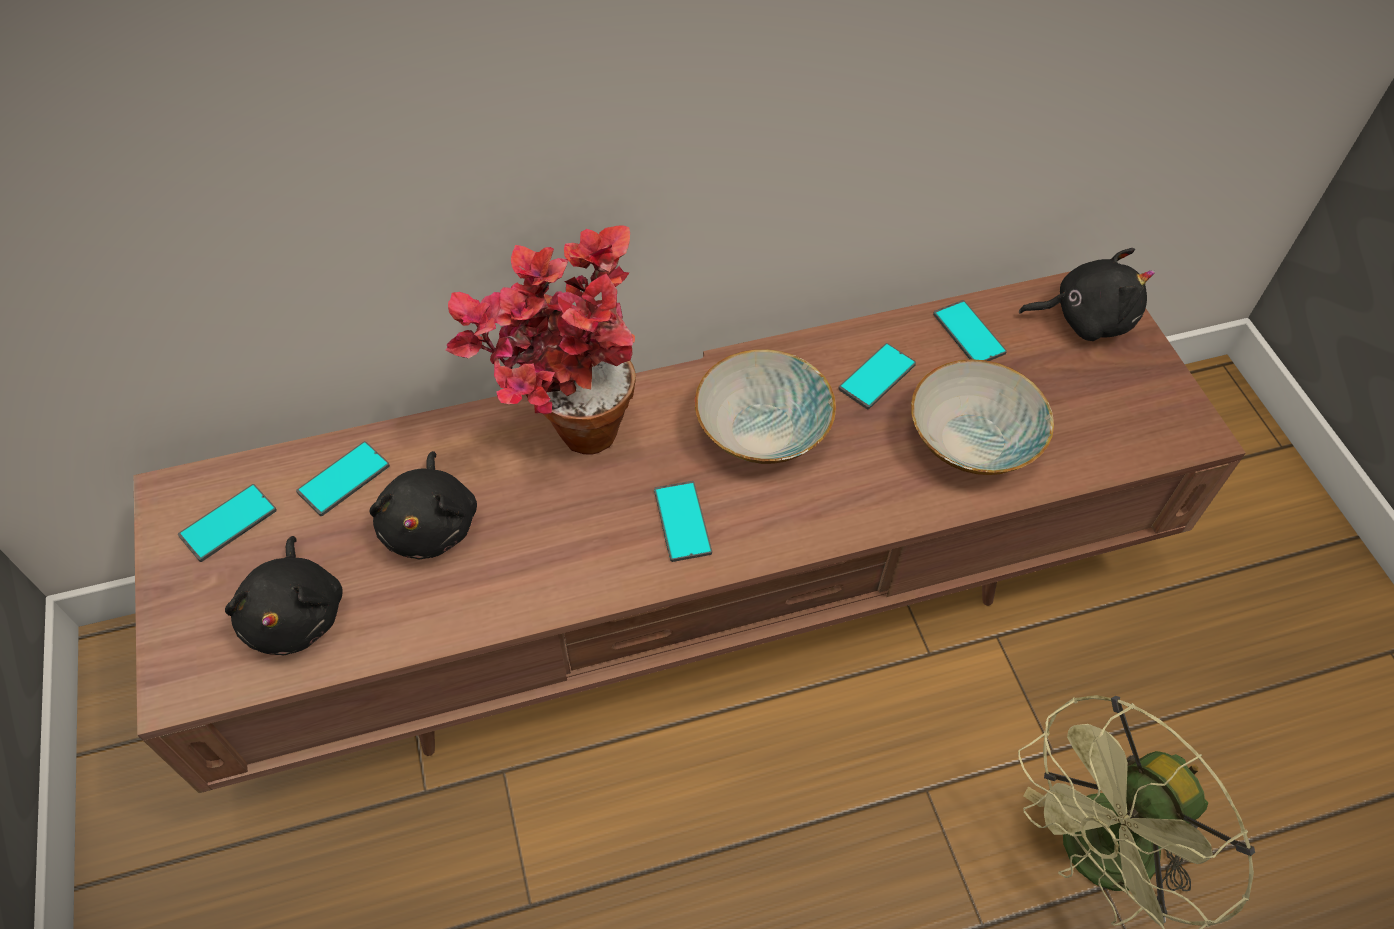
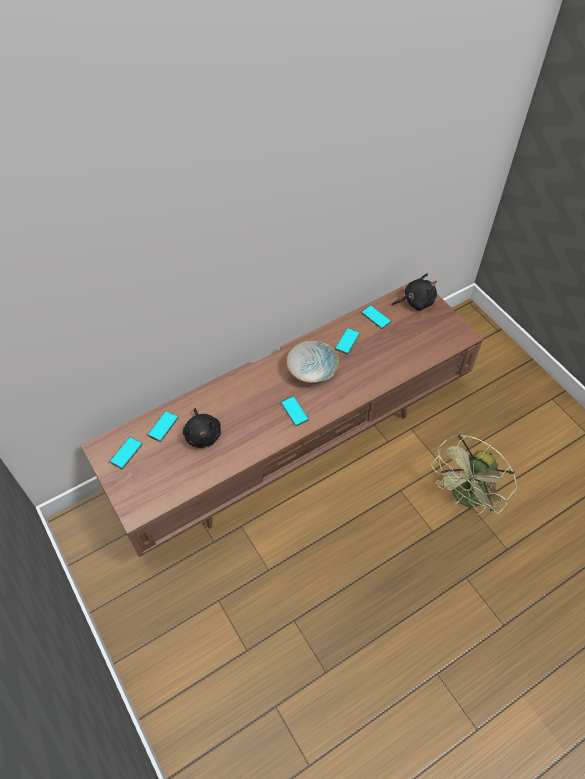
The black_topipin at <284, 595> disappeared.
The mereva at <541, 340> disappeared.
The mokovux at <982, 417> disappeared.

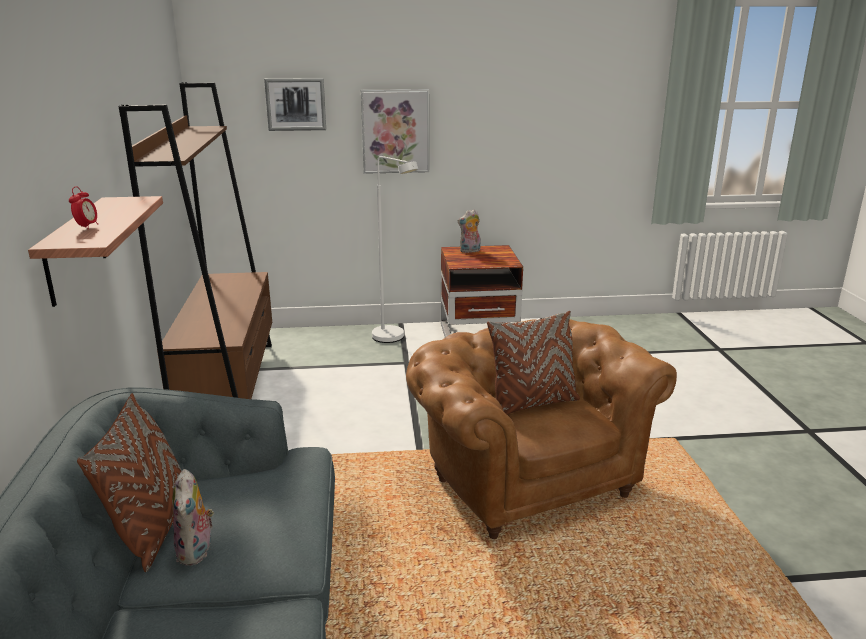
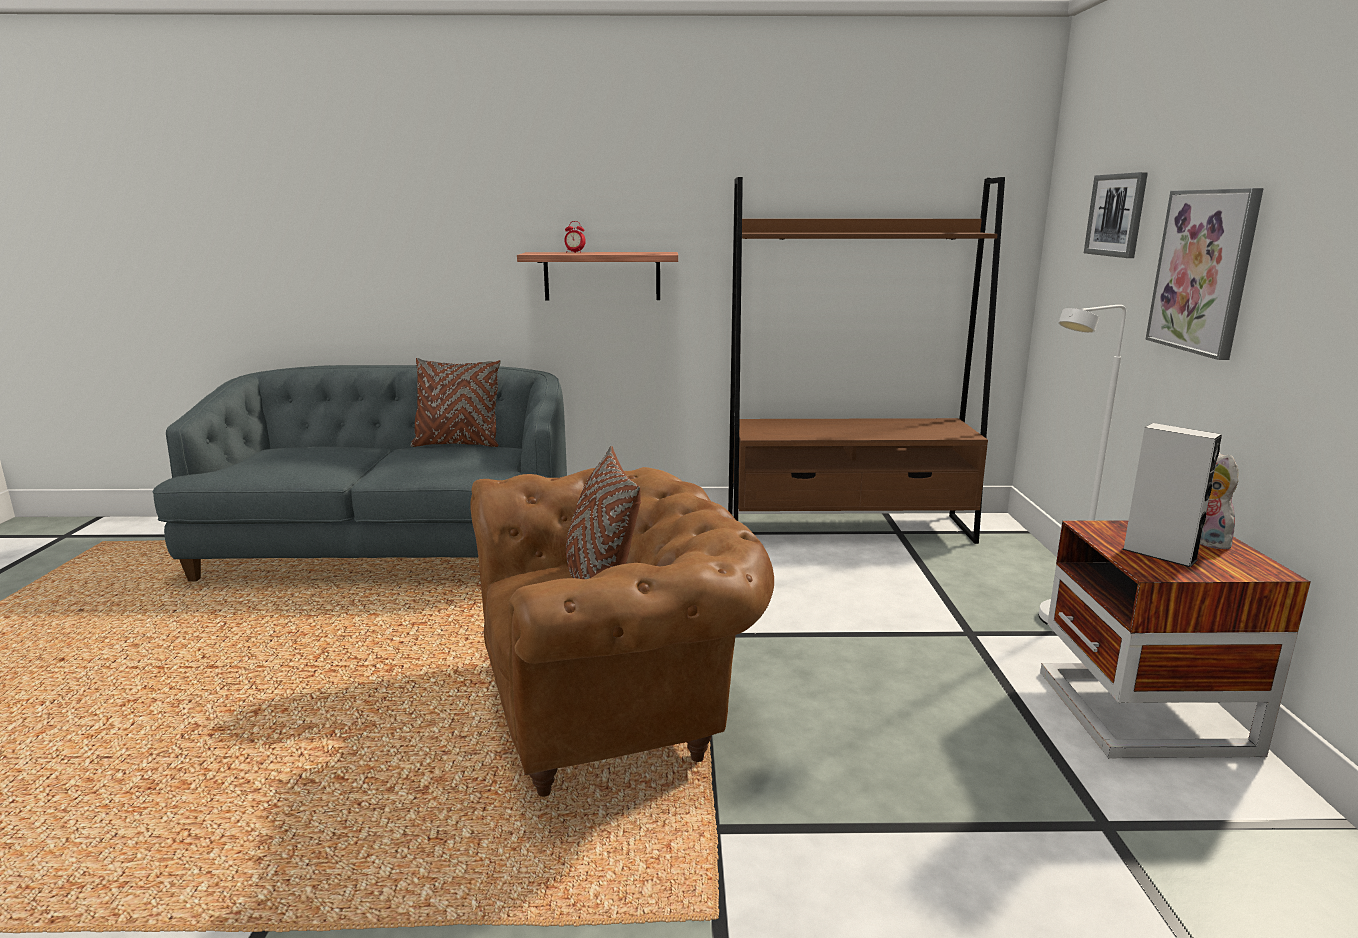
The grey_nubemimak at <1172, 495> appeared.
The topipin at <193, 517> disappeared.

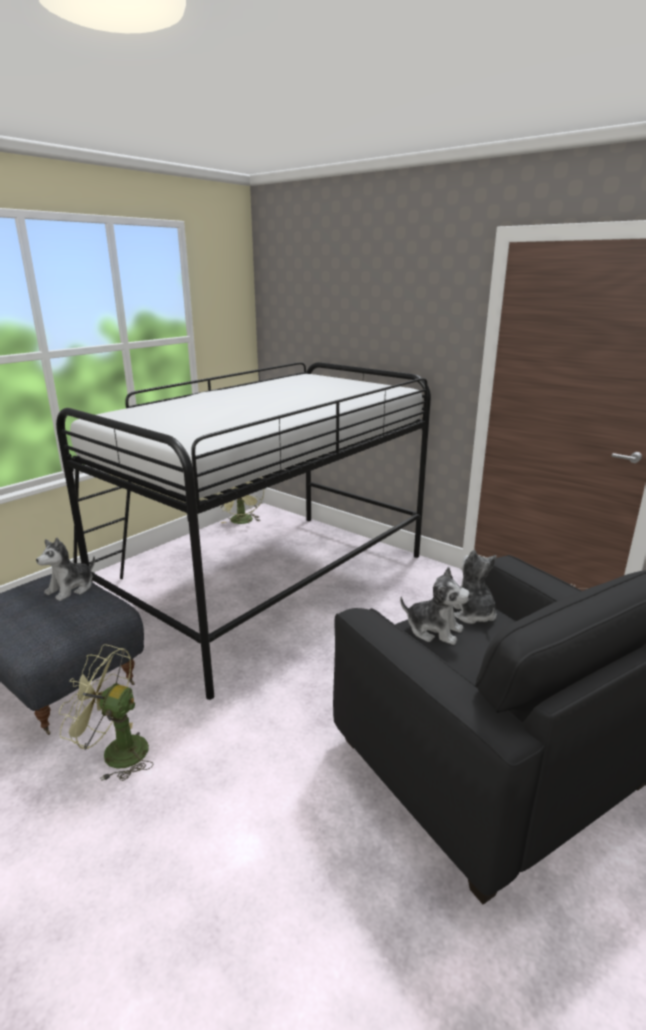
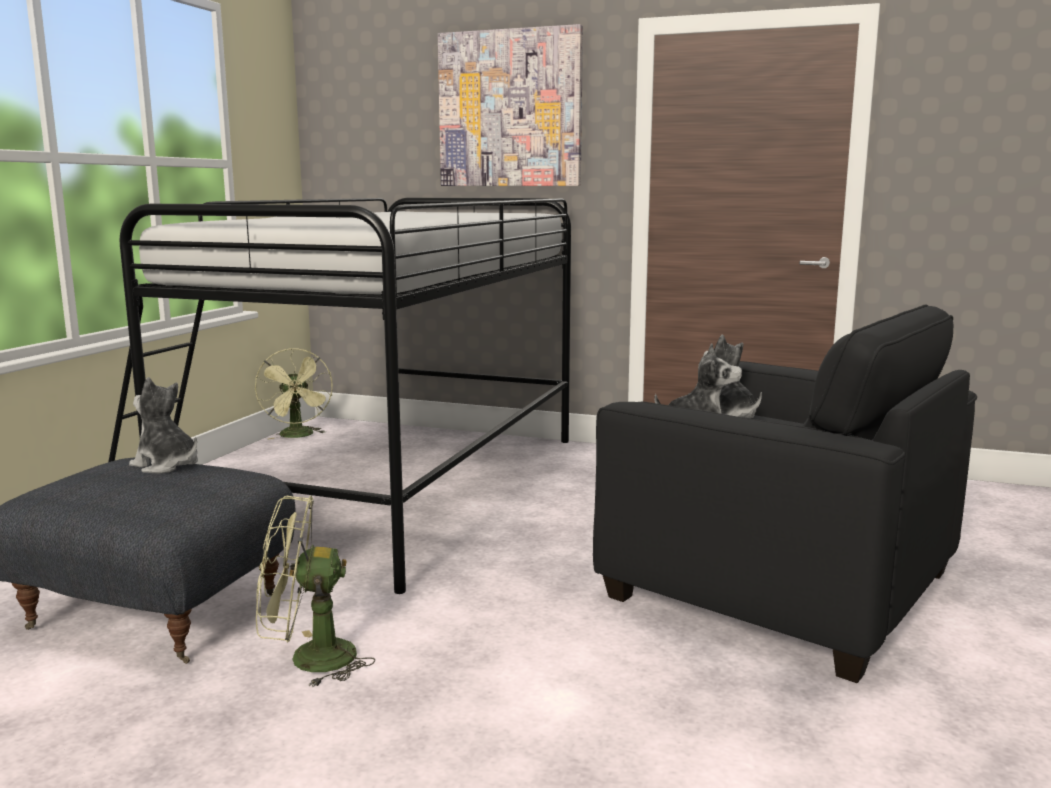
The topipin at <65, 569> turned 105 degrees clockwise.
The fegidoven at <510, 105> appeared.

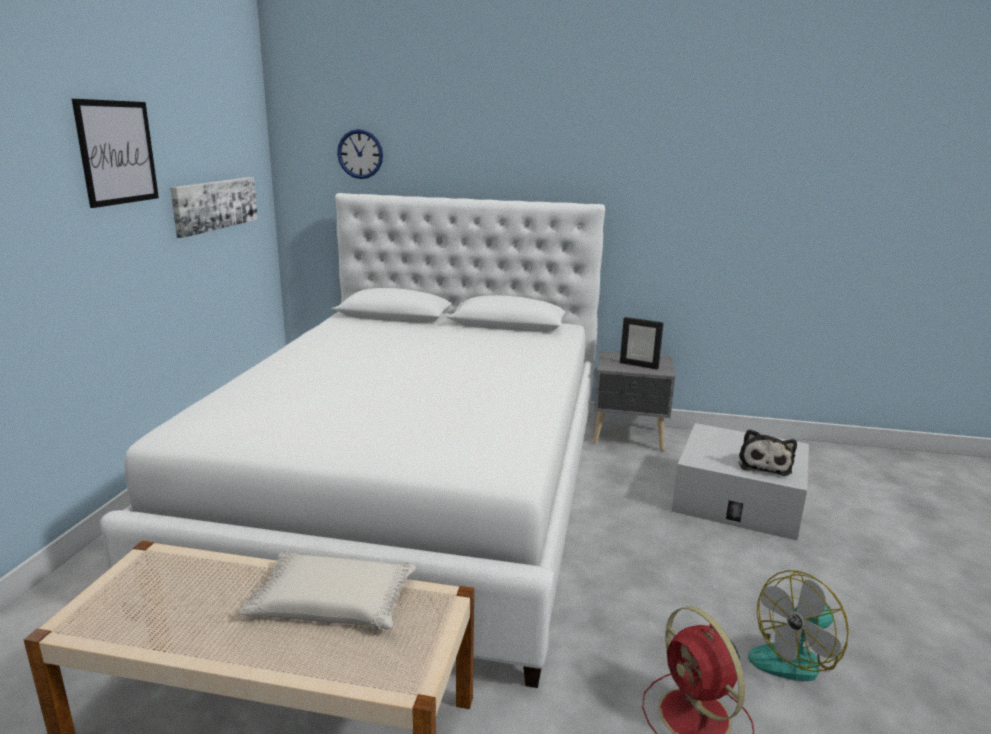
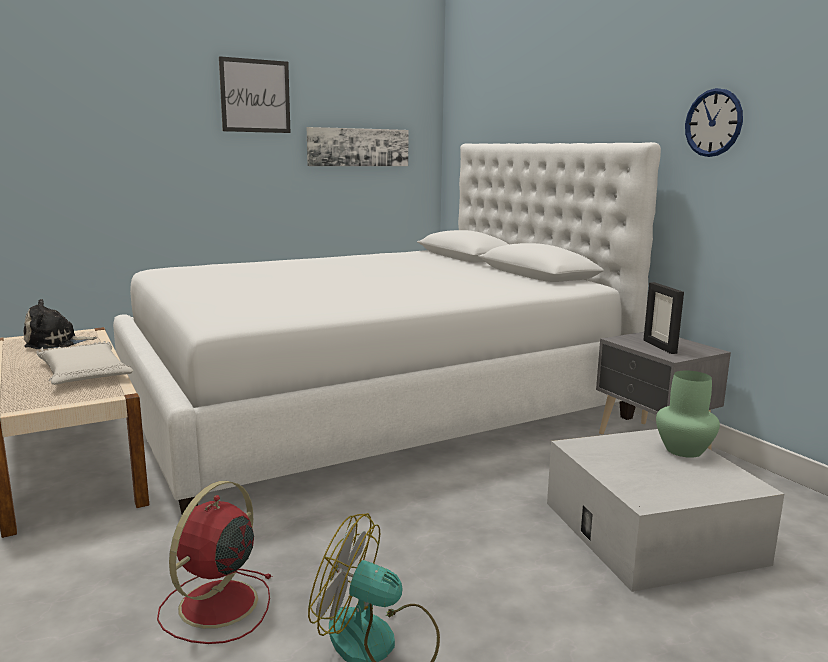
The topipin moved from <767, 452> to <60, 324>.
The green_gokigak at <688, 414> appeared.
The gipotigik moved from <360, 154> to <714, 122>.

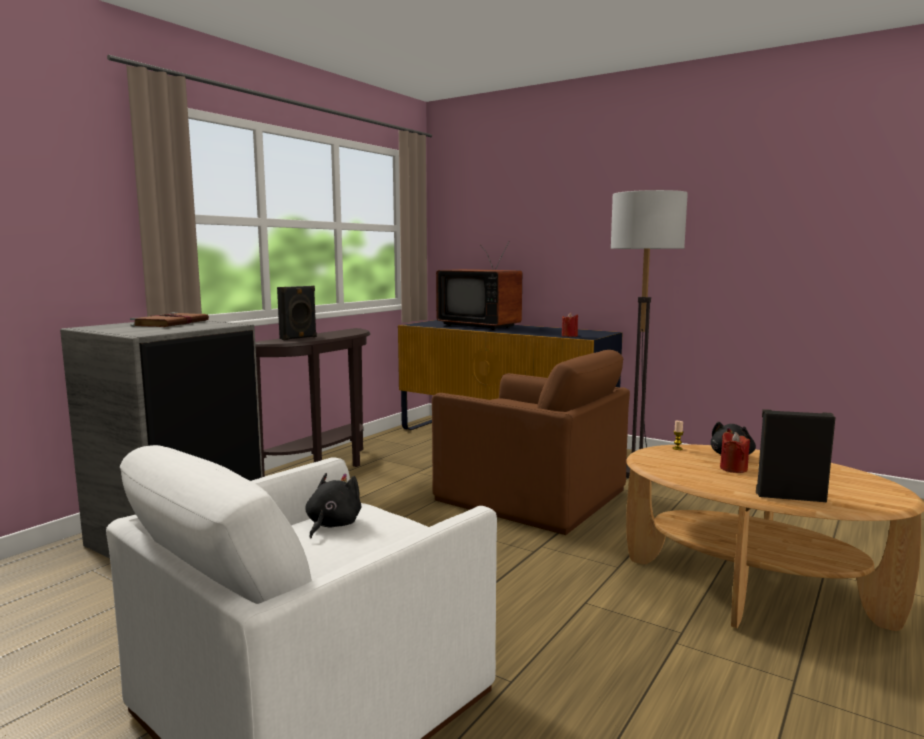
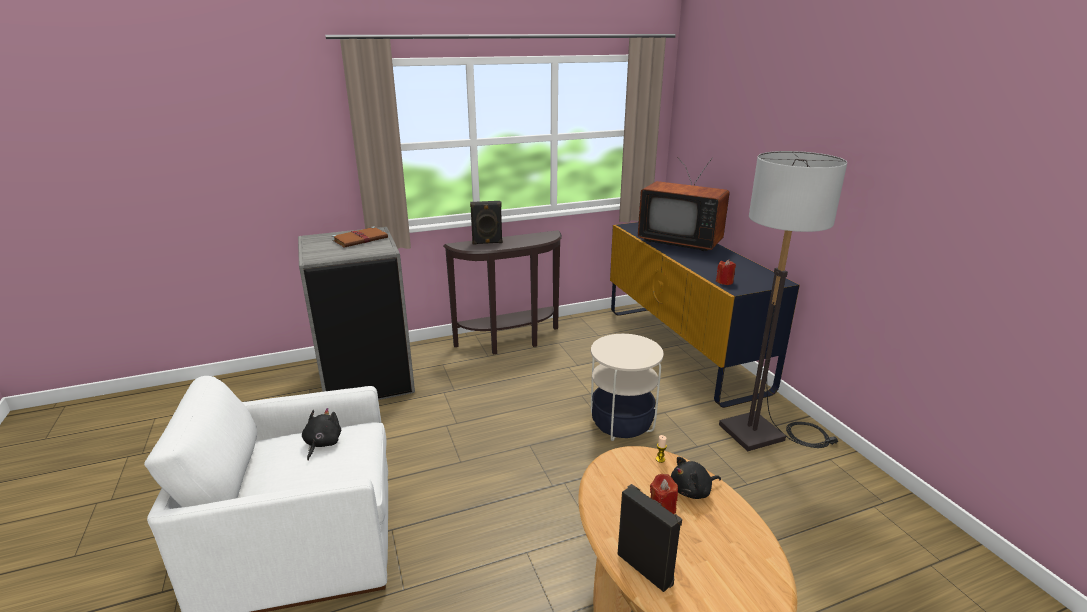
The black_topipin at <333, 506> turned 45 degrees counterclockwise.
The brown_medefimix at <531, 442> was replaced by the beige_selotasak at <627, 387>.
The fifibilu at <479, 286> turned 45 degrees counterclockwise.

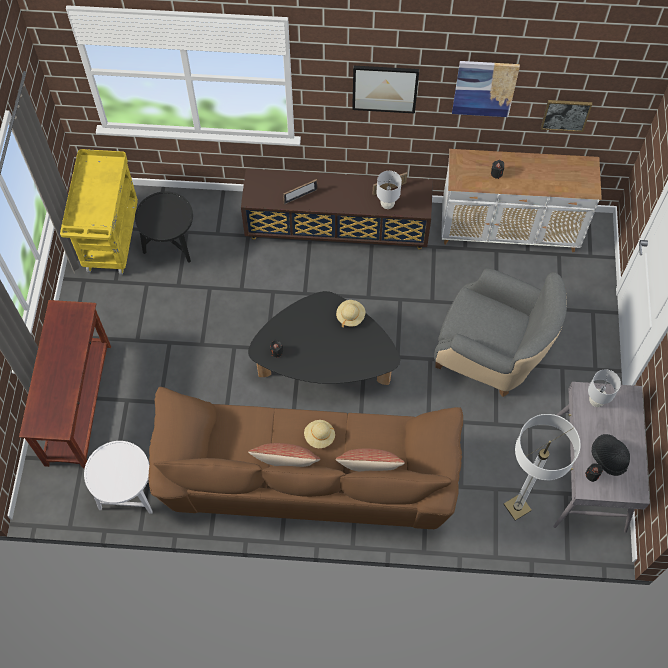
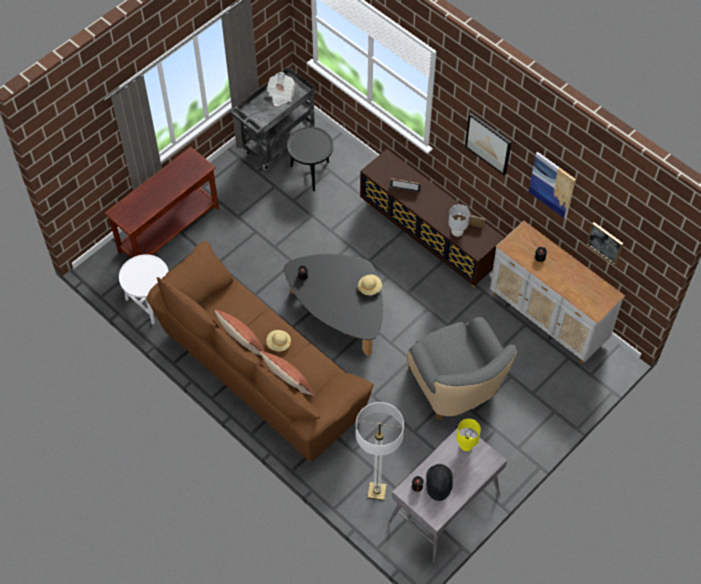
The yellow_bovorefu at <99, 212> became the black_bovorefu at <272, 118>.
The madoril at <281, 89> appeared.
The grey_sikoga at <604, 388> became the yellow_sikoga at <468, 435>.

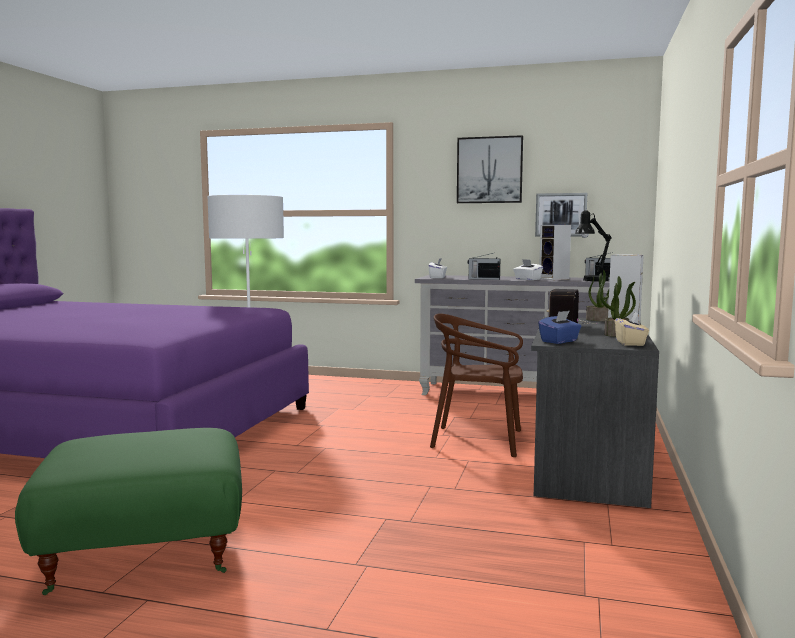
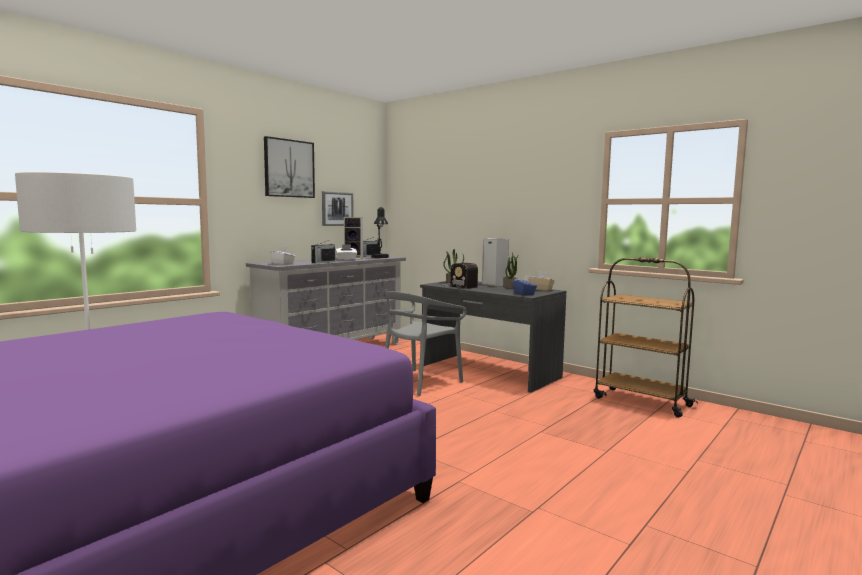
The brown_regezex at <476, 385> became the grey_regezex at <426, 343>.
The brown_bovorefu at <646, 337> appeared.
The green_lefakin at <128, 511> disappeared.

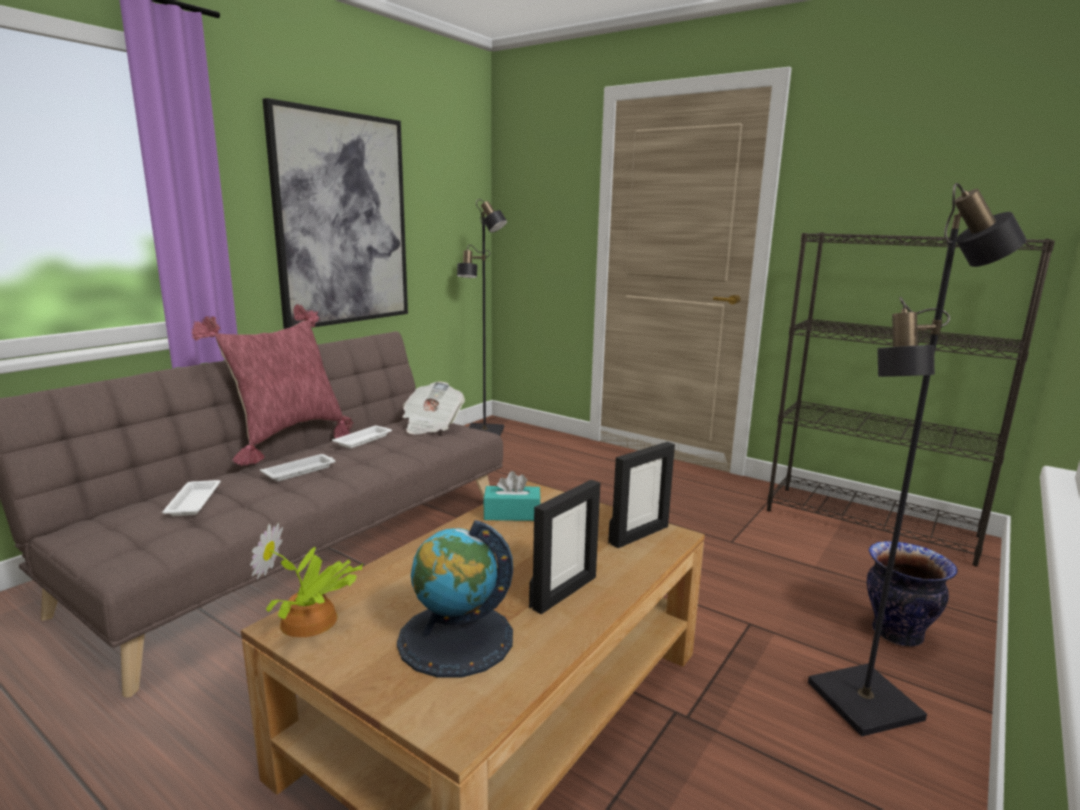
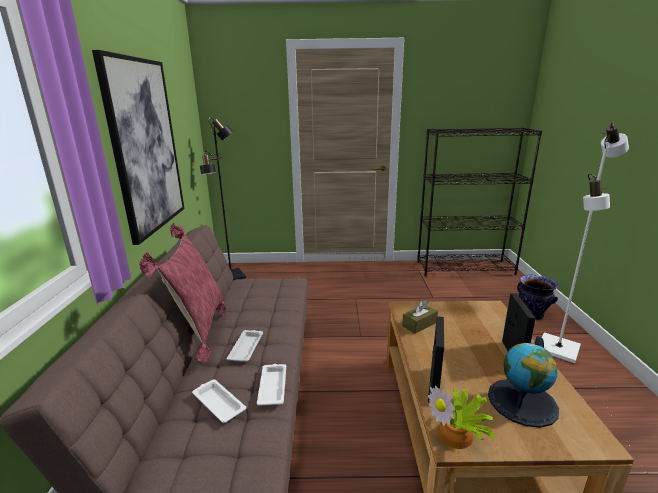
The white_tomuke moved from <362, 437> to <271, 385>.
The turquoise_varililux at <512, 496> became the brown_varililux at <420, 317>.
The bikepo moved from <641, 495> to <436, 359>.
The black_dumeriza at <917, 459> became the white_dumeriza at <585, 243>.
The madoril at <434, 408> disappeared.

